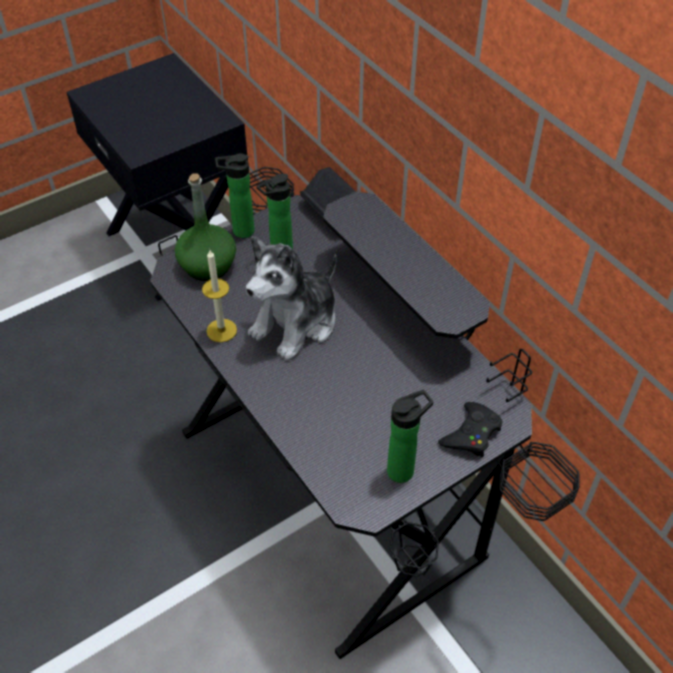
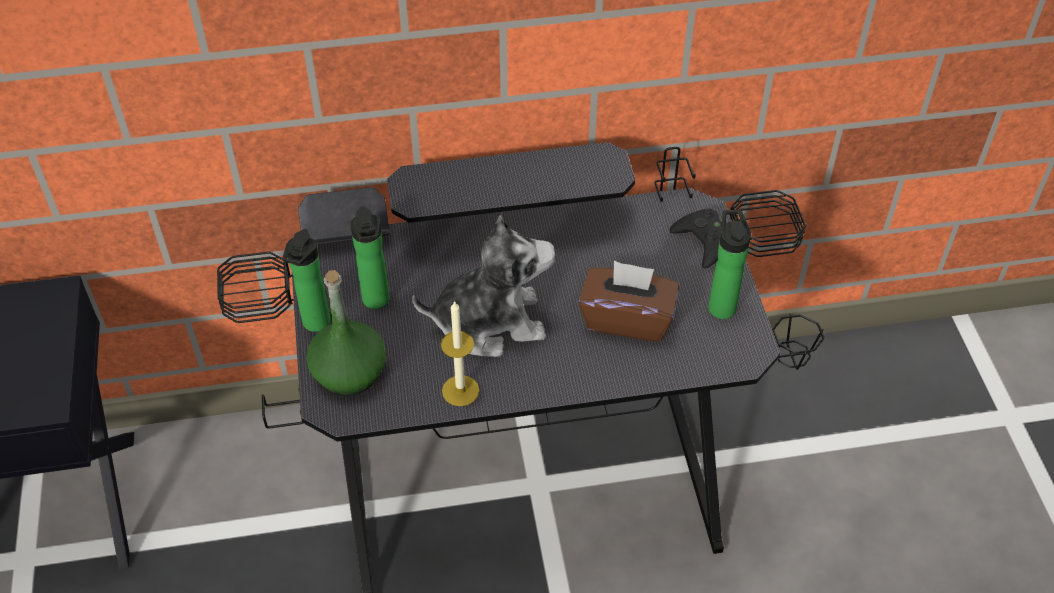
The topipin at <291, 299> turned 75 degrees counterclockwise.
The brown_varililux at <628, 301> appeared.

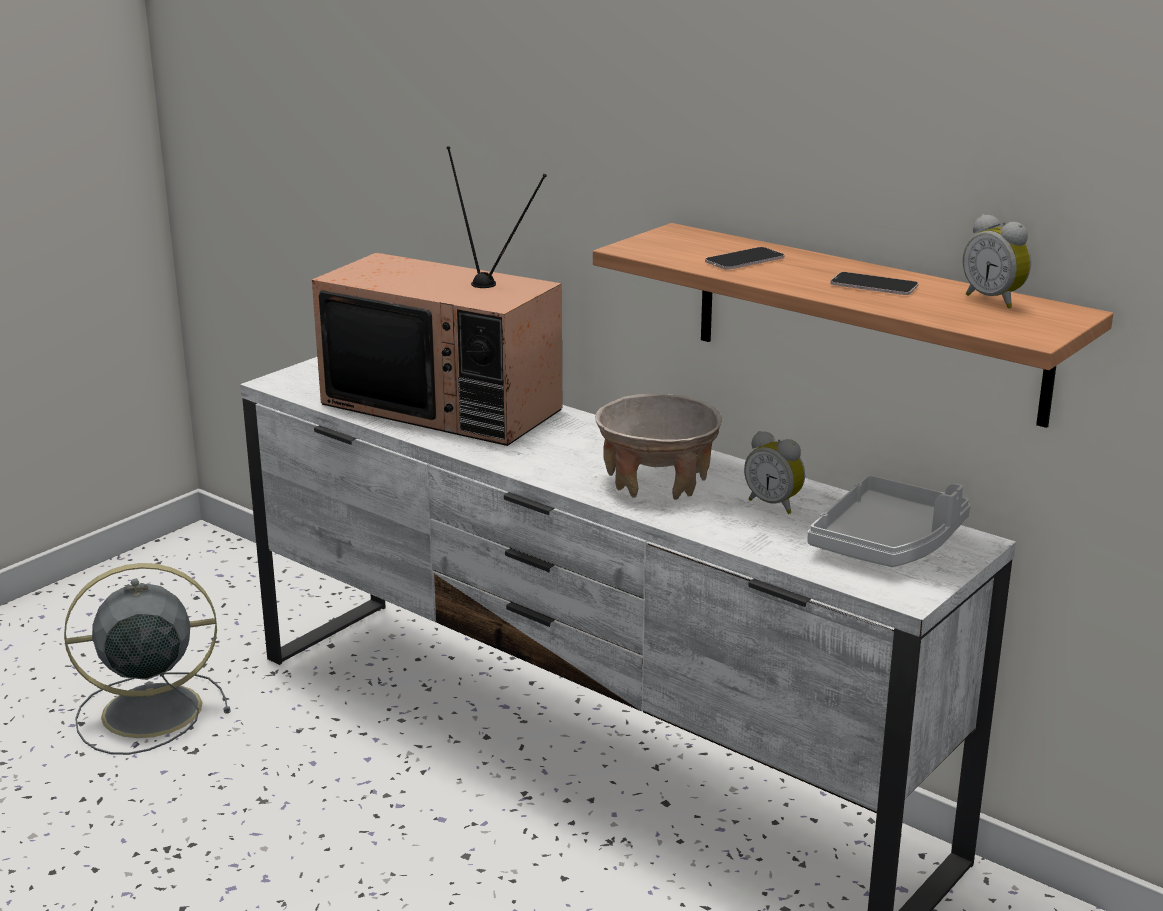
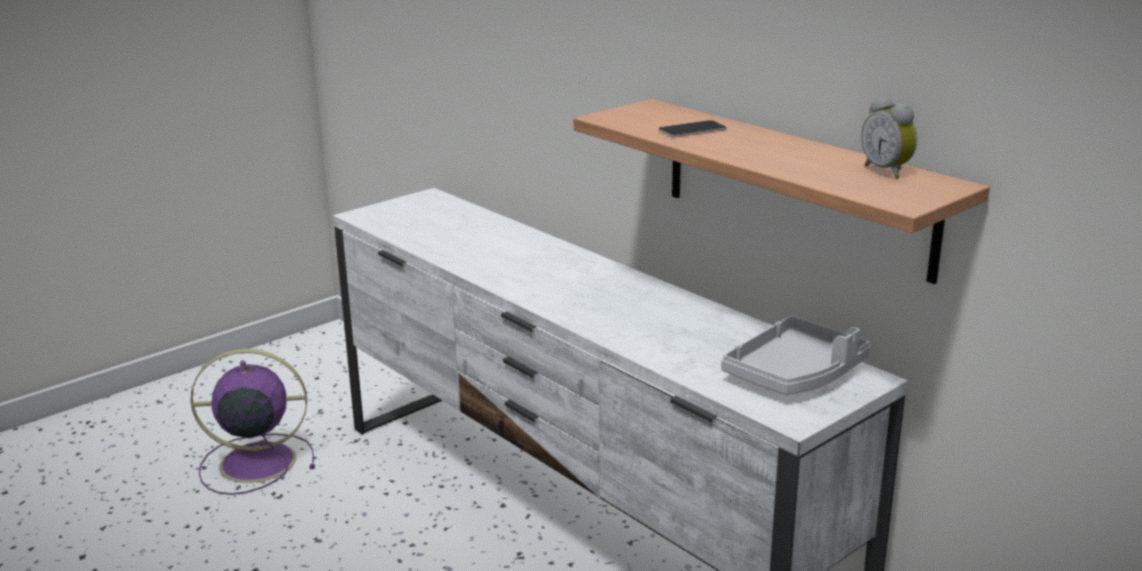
The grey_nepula at <147, 659> became the purple_nepula at <252, 422>.
The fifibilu at <437, 296> disappeared.
The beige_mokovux at <658, 446> disappeared.
The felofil at <774, 472> disappeared.
The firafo at <874, 283> disappeared.

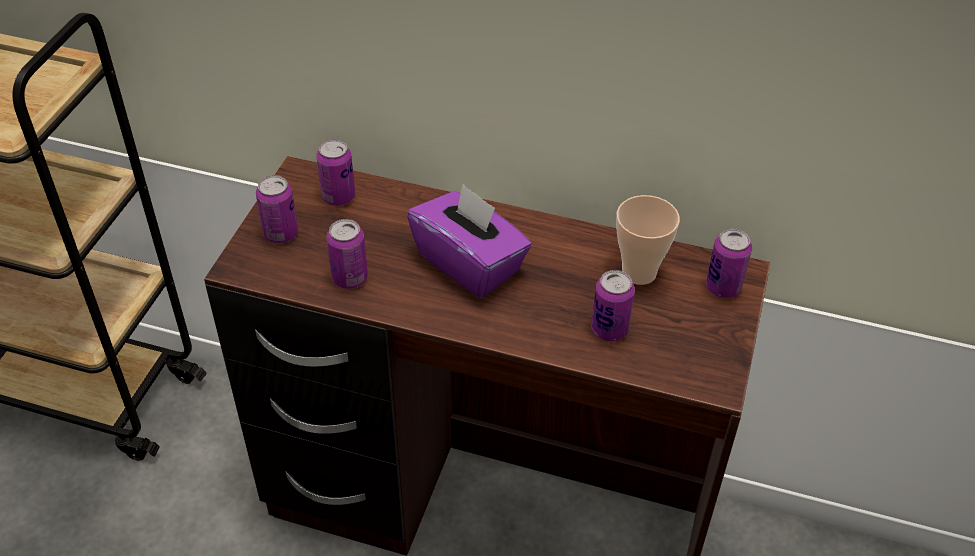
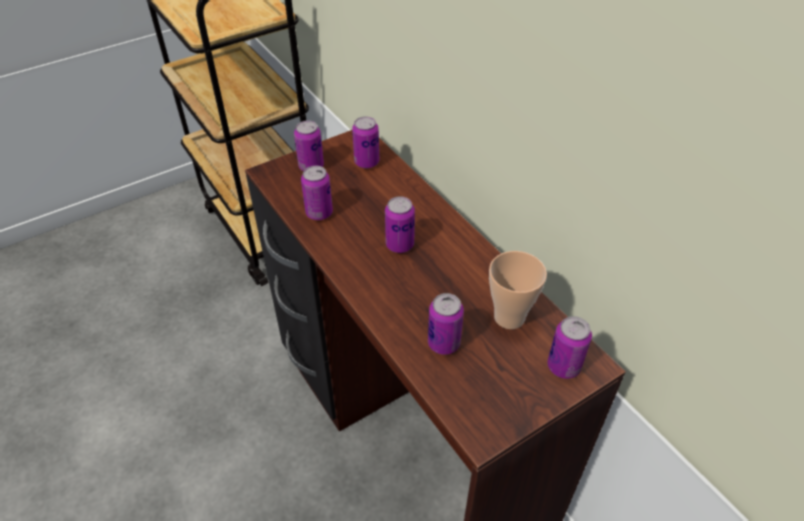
The purple_varililux at <469, 241> was replaced by the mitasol at <400, 224>.

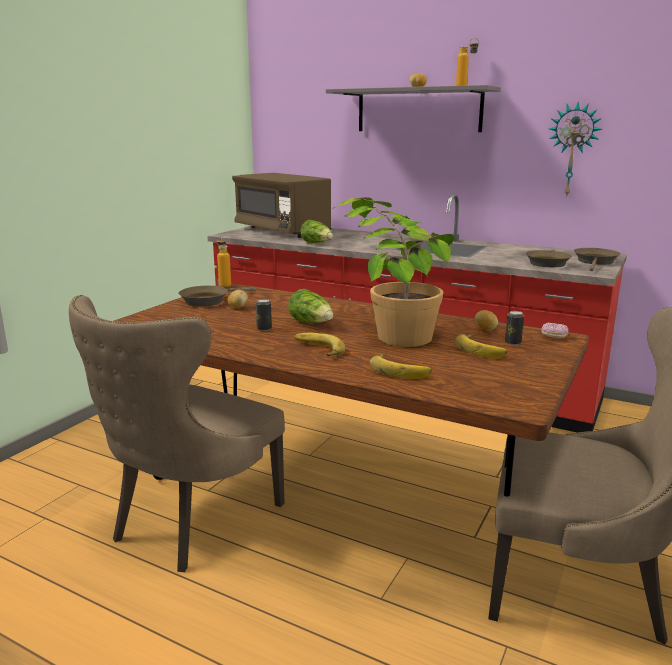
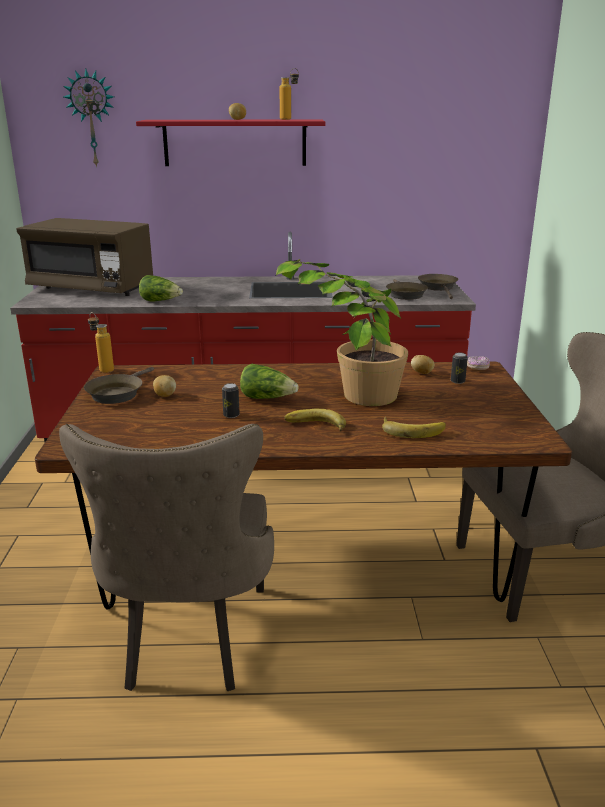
The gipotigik moved from <575, 149> to <88, 118>.
The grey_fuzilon at <413, 108> became the red_fuzilon at <230, 143>.
The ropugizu at <481, 346> disappeared.

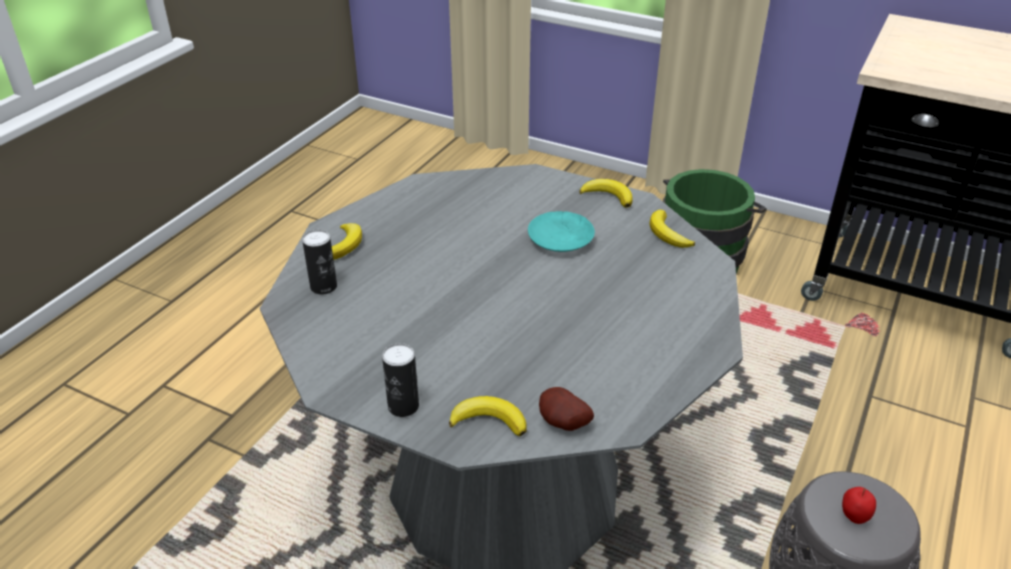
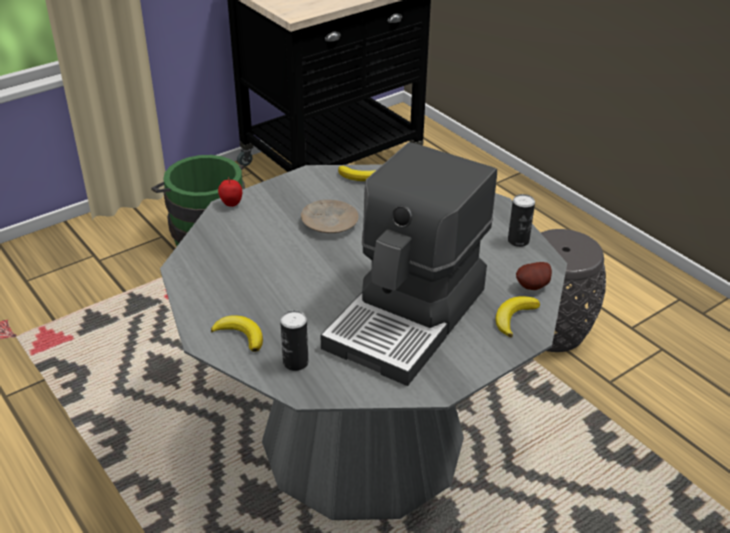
The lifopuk moved from <859, 505> to <230, 192>.
The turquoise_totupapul at <561, 231> became the beige_totupapul at <330, 216>.
The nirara at <408, 264> appeared.
The mitasol moved from <400, 380> to <521, 220>.
The ropugizu at <606, 193> disappeared.

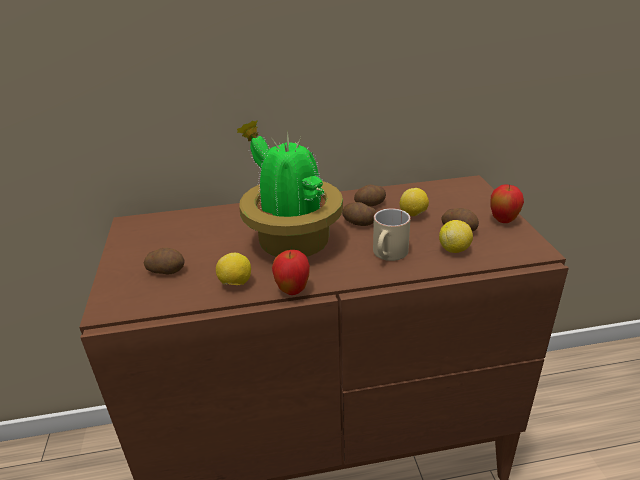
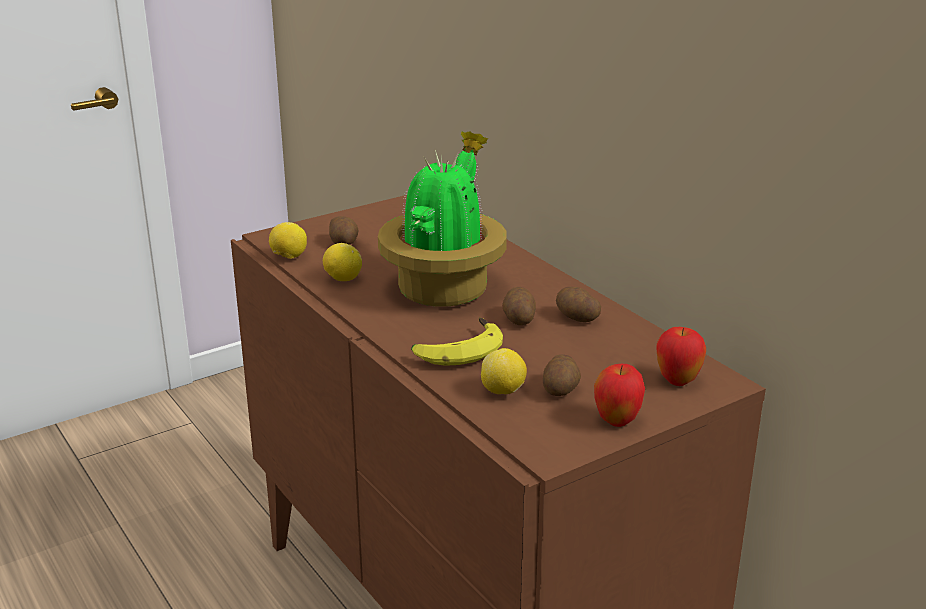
The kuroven moved from <414, 202> to <288, 240>.
The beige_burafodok at <392, 234> was replaced by the ropugizu at <457, 341>.
The lifopuk moved from <291, 272> to <681, 356>.

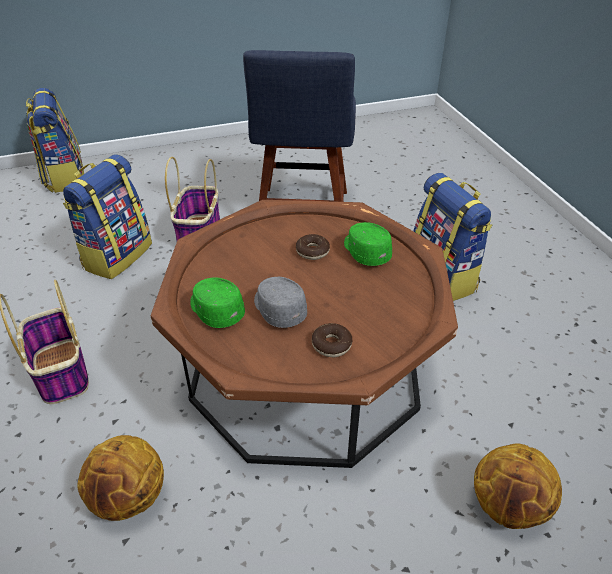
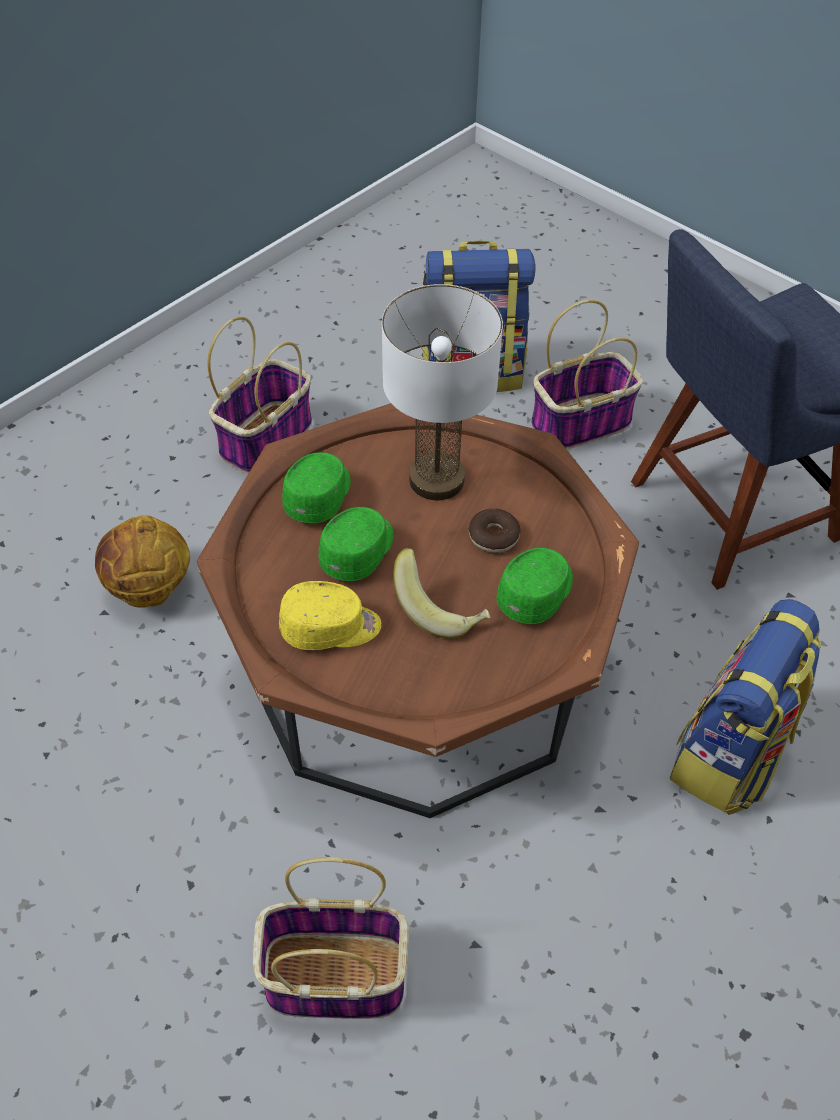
The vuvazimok at <518, 486> was replaced by the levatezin at <331, 938>.
The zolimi at <332, 340> was replaced by the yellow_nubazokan at <330, 615>.
The grey_nubazokan at <280, 302> became the green_nubazokan at <356, 544>.
The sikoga at <442, 392> appeared.
The ropugizu at <442, 593> appeared.
The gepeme at <55, 140> disappeared.

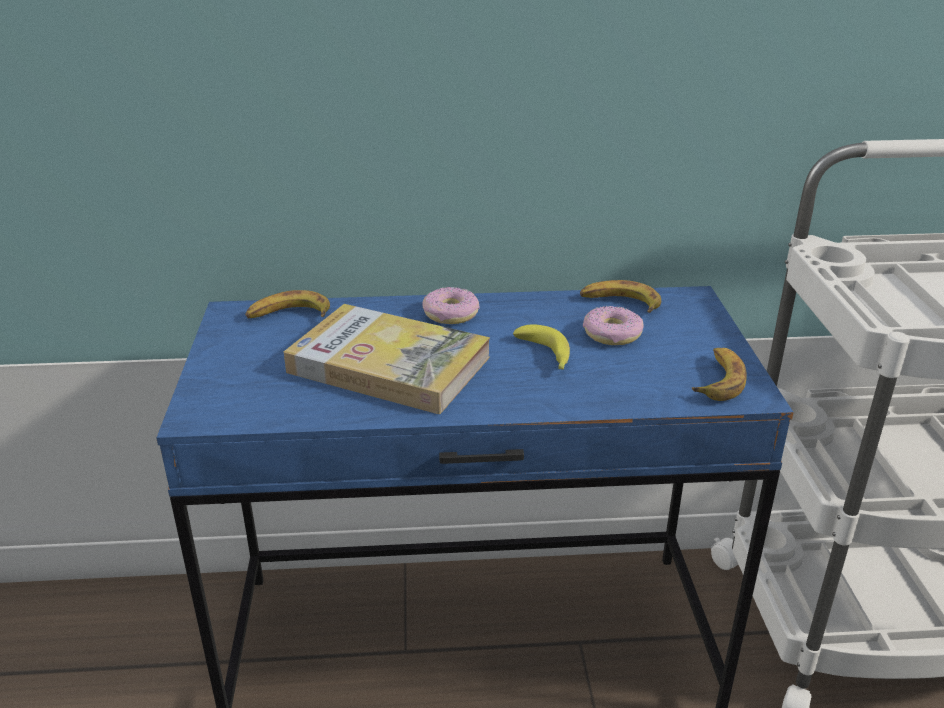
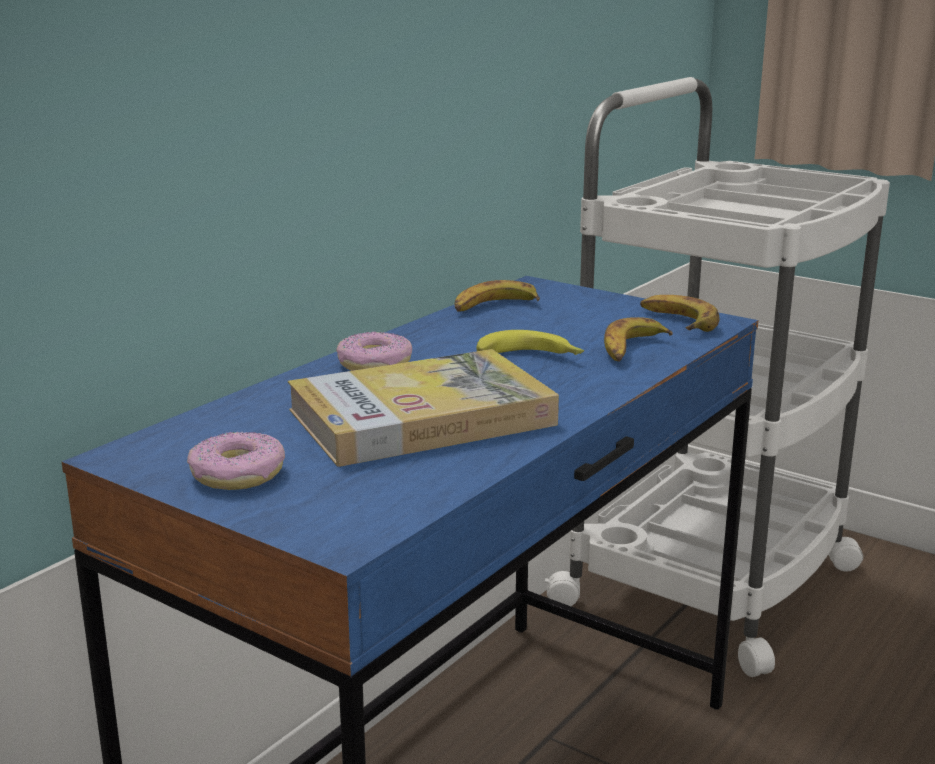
The zolimi moved from <613, 325> to <236, 460>.
The ropugizu moved from <287, 304> to <638, 339>.

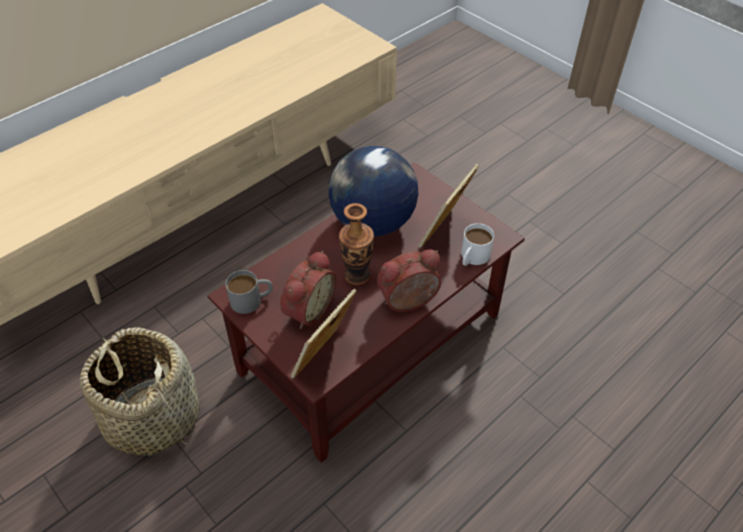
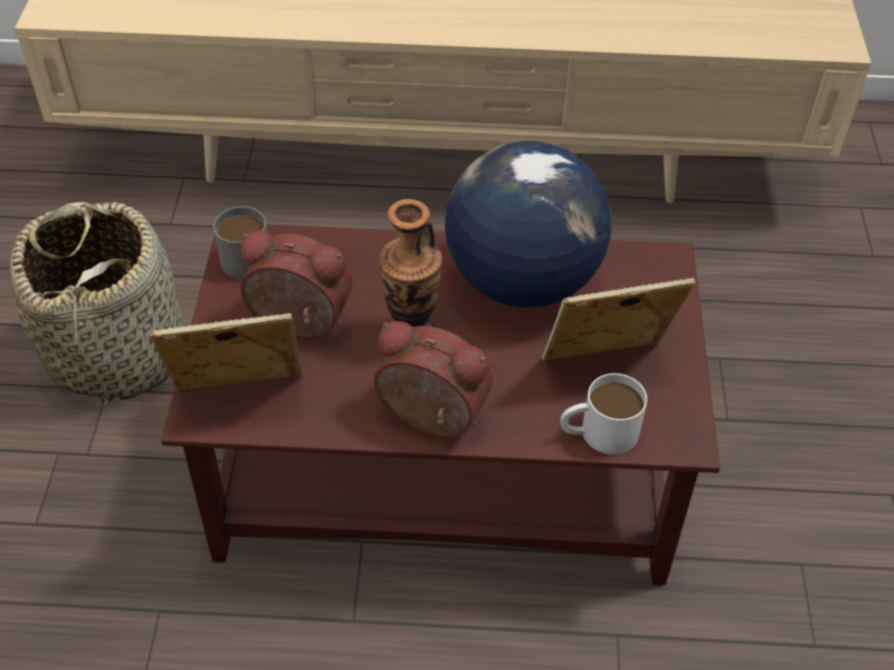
The felofil at <308, 290> turned 150 degrees counterclockwise.

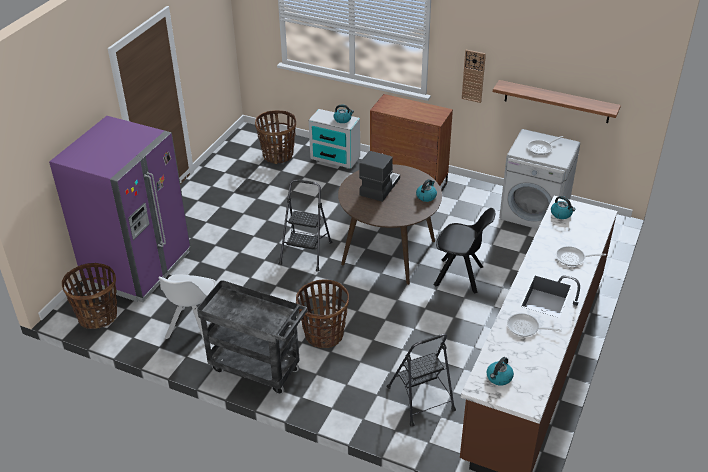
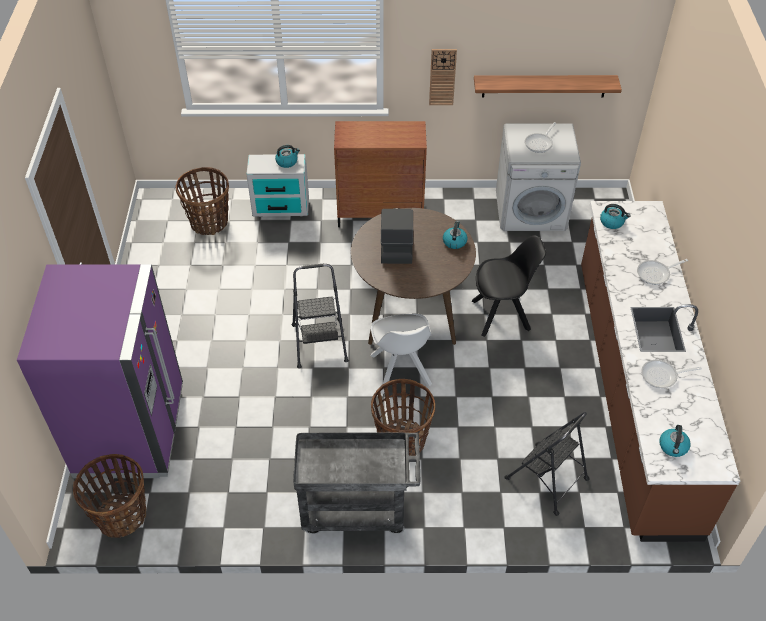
The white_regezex moved from <187, 307> to <401, 353>.

